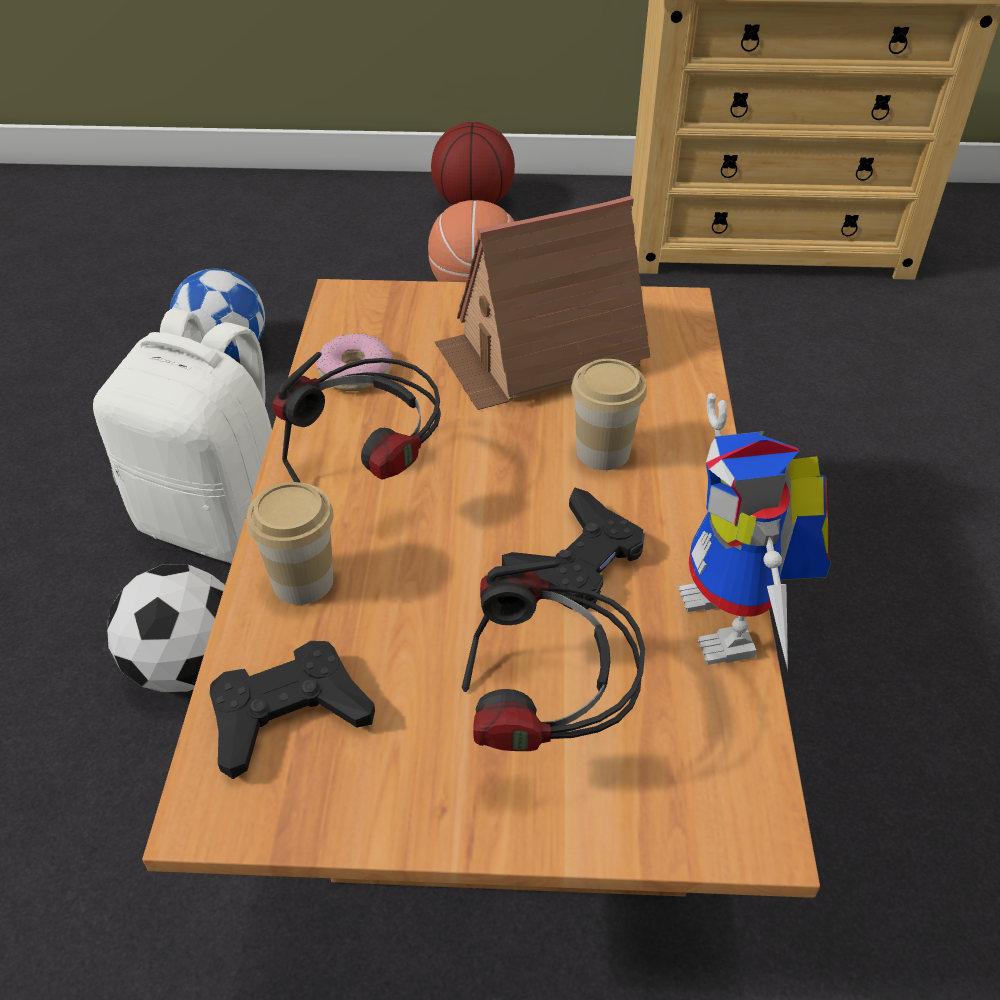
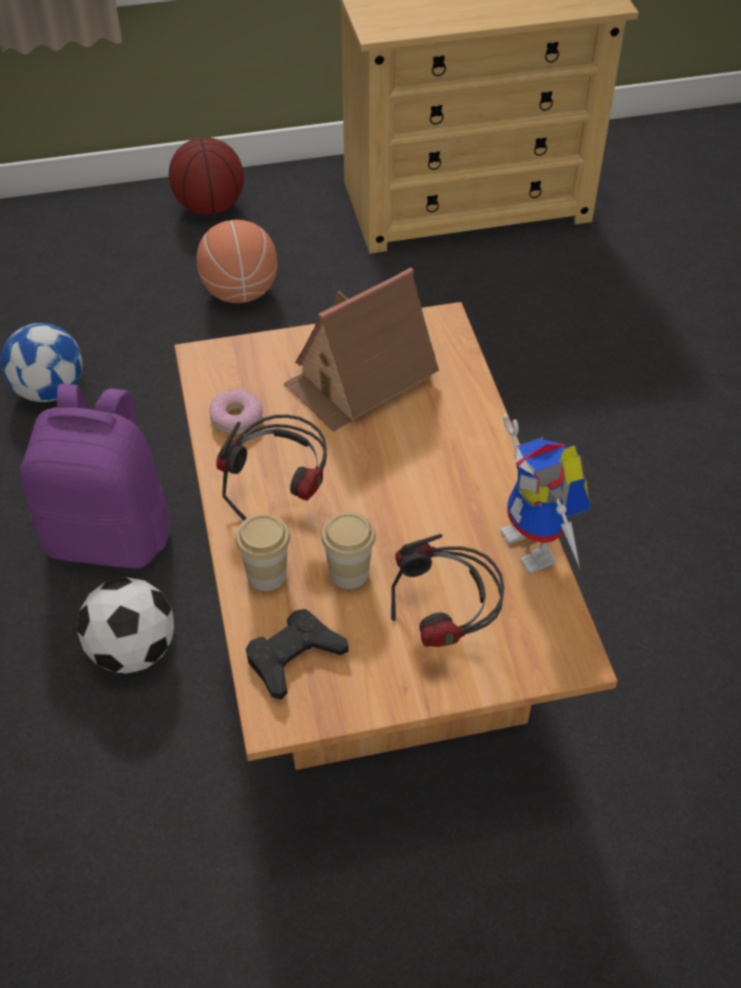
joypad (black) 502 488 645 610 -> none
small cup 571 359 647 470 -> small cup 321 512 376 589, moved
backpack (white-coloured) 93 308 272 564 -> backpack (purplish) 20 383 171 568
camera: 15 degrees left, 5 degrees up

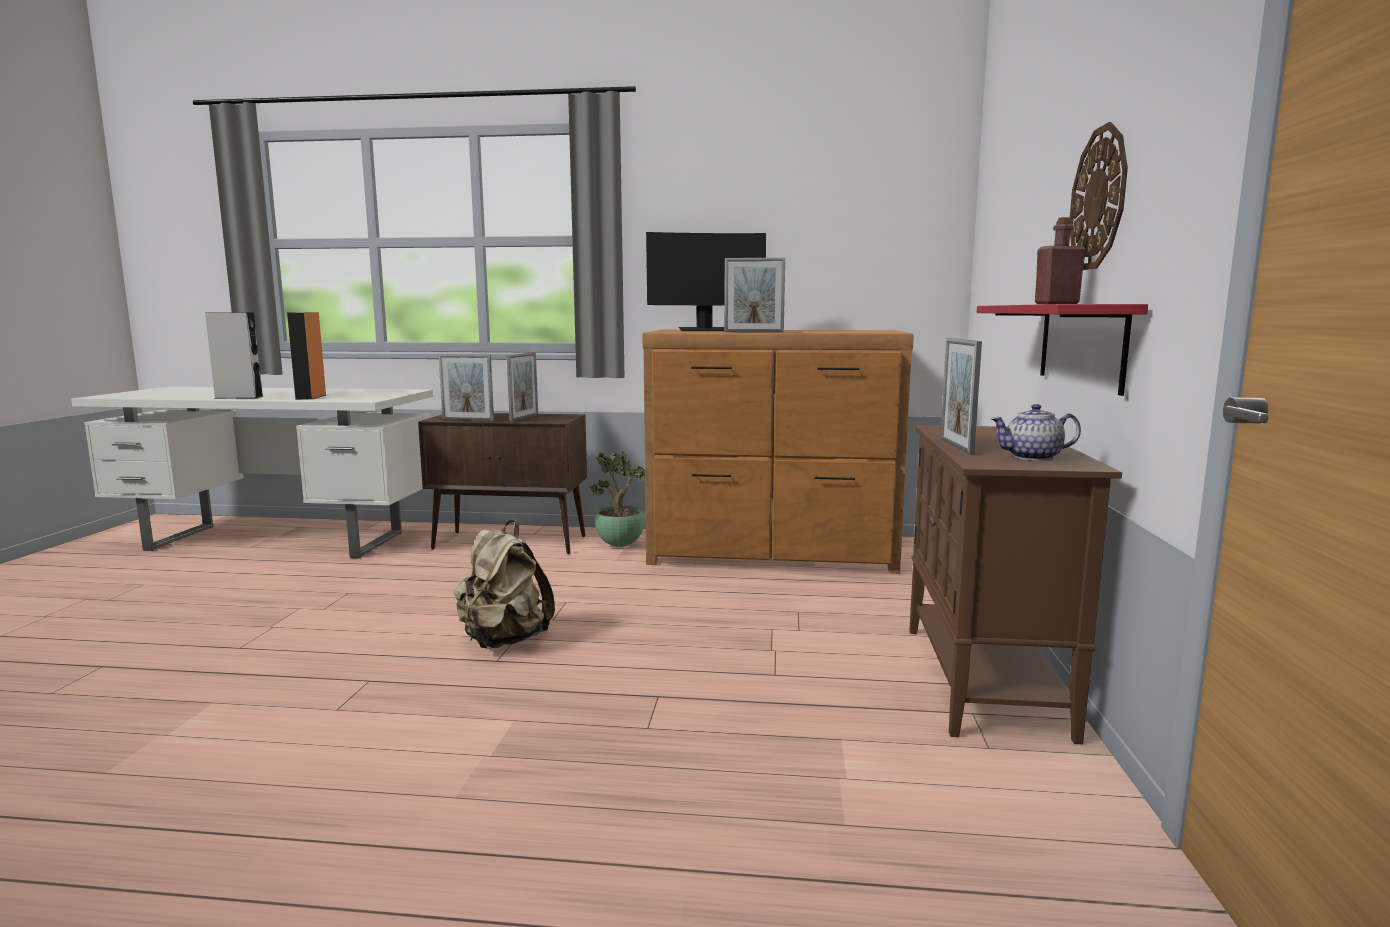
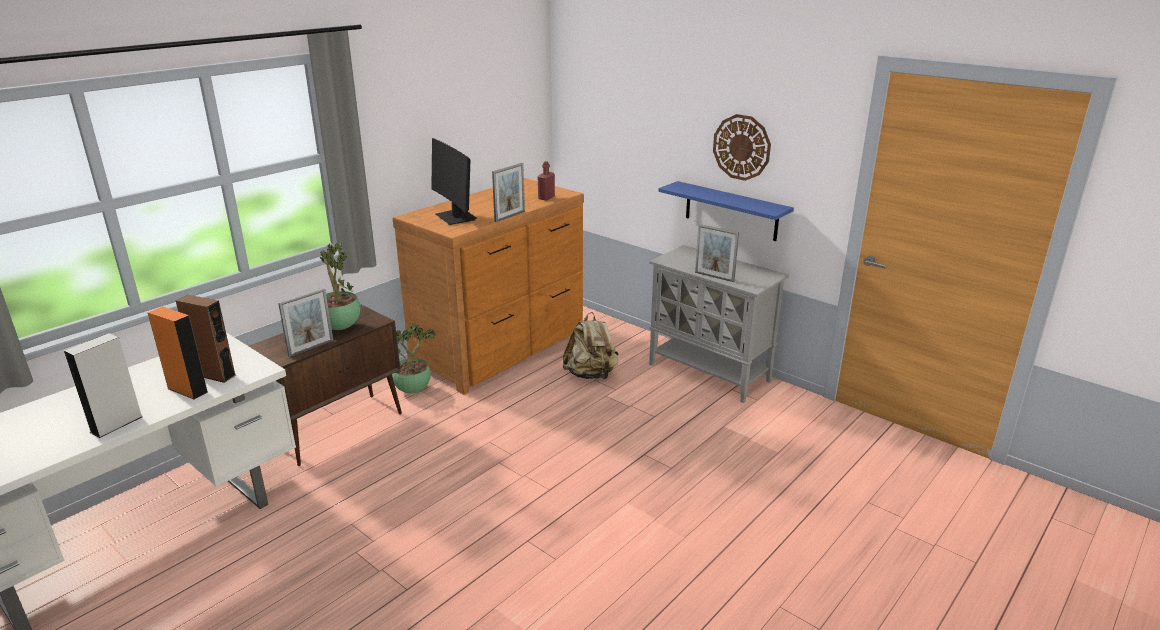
pot for tea 990 404 1081 461 -> none
none -> speaker (brown-coloured) 176 295 236 383
backpack (beige-coloured) 454 520 555 648 -> backpack (beige-coloured) 562 312 619 379, moved
beverage bottle (reddish) 1035 217 1086 304 -> beverage bottle (reddish) 537 161 555 200, moved
standing frame 506 352 538 422 -> plant in a pot 320 242 360 330
cupboard (brown-coloured) 909 425 1122 744 -> cupboard (gray) 649 245 789 403
bracket shelf (reddish) 977 304 1148 396 -> bracket shelf (blue) 658 181 794 241
computer display 646 232 766 331 -> computer display 431 138 477 225, 120 degrees clockwise
camera: 55 degrees left, 15 degrees up

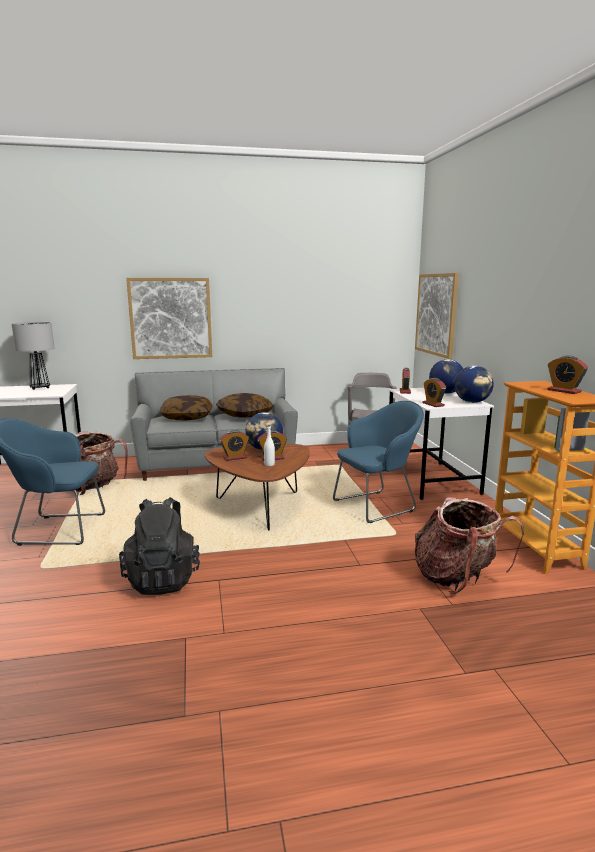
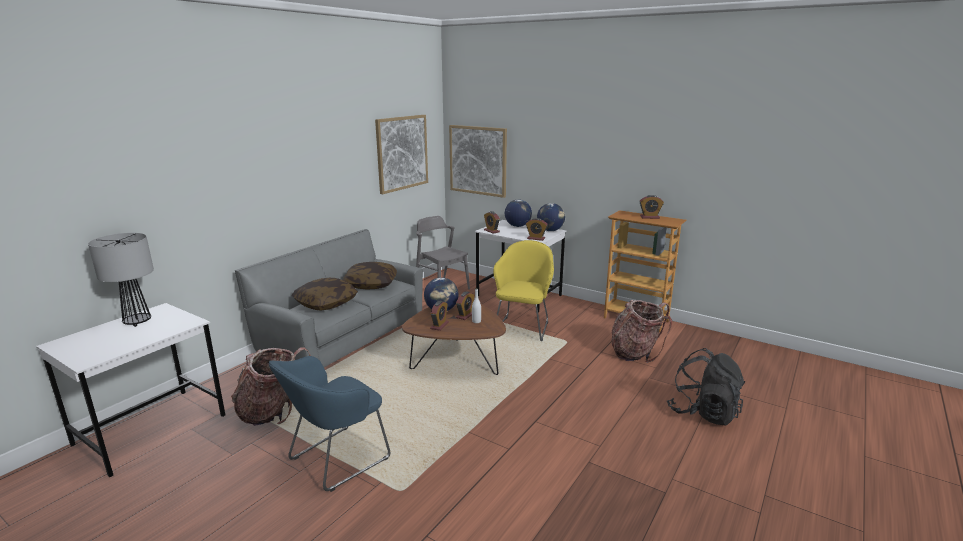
backpack (black) 119 497 200 595 -> backpack (black) 667 348 745 425, moved
picture 126 278 212 359 -> picture 375 115 428 194, moved
armchair (blue) 333 401 424 523 -> armchair (yellow-coloured) 493 240 554 341
camera: 45 degrees left, 5 degrees up

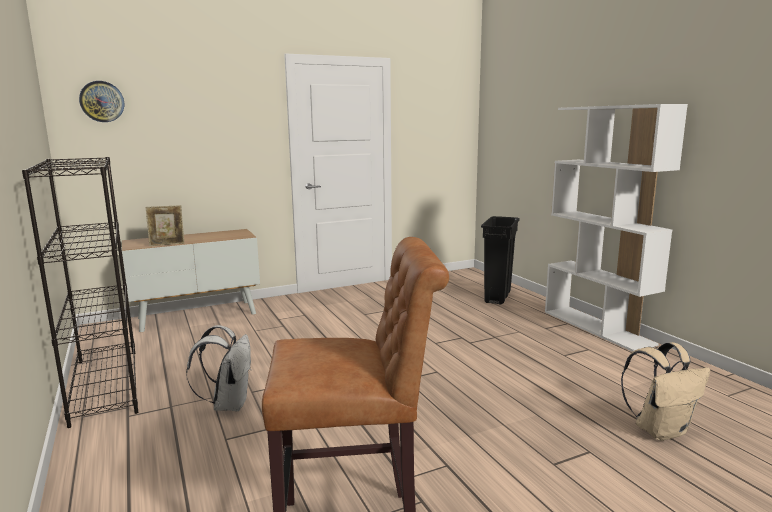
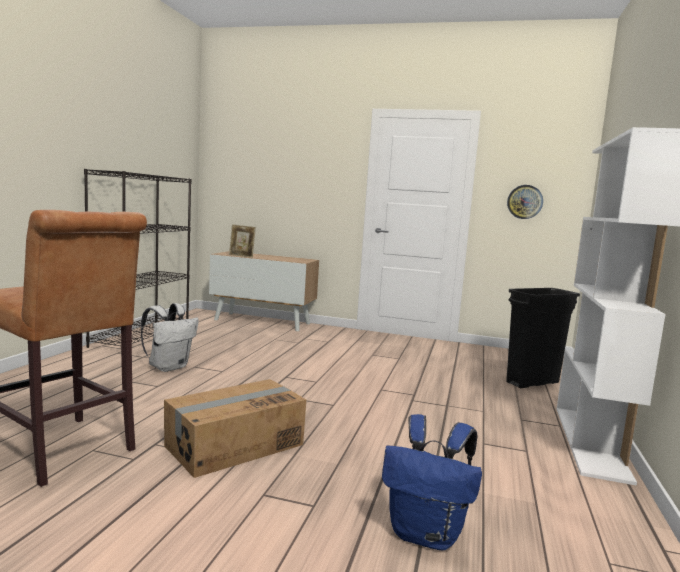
none -> carton 164 379 306 478
wall clock 79 81 124 122 -> wall clock 507 185 543 219, moved
backpack (beige-coloured) 621 342 710 441 -> backpack (blue) 382 414 482 550
camera: 40 degrees right, 5 degrees down

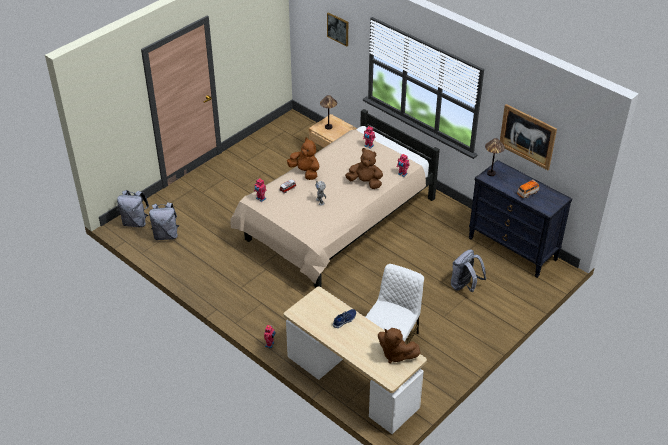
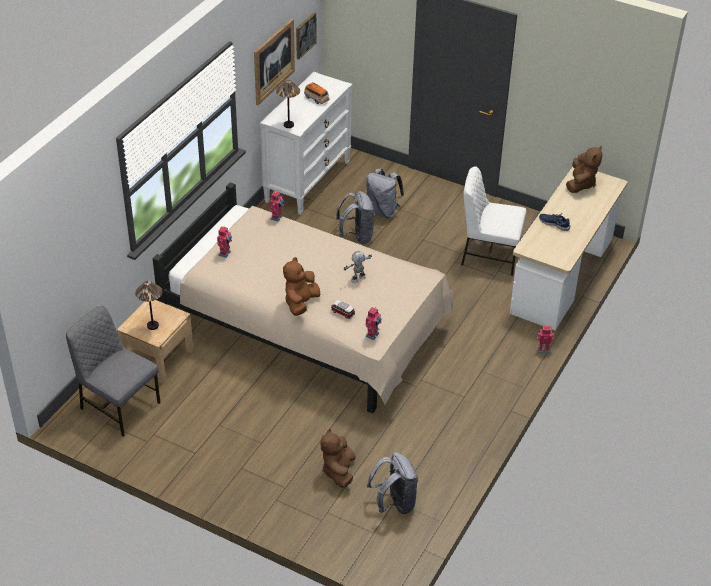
none -> plain chair (gray) 66 306 161 437
backpack (gray) 117 190 149 227 -> backpack (gray) 336 191 375 244, moved
picture 327 12 348 46 -> picture 296 12 316 60, moved
soft toy (brown-coloured) 345 148 383 189 -> soft toy (brown-coloured) 320 428 356 488, moved
chest of drawers (black) 469 160 572 278 -> chest of drawers (white-coloured) 260 72 353 215
camera: 105 degrees left, 0 degrees up

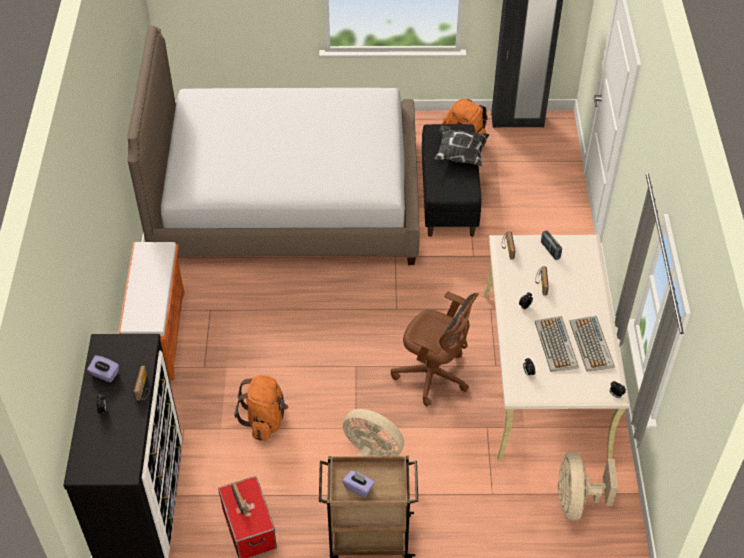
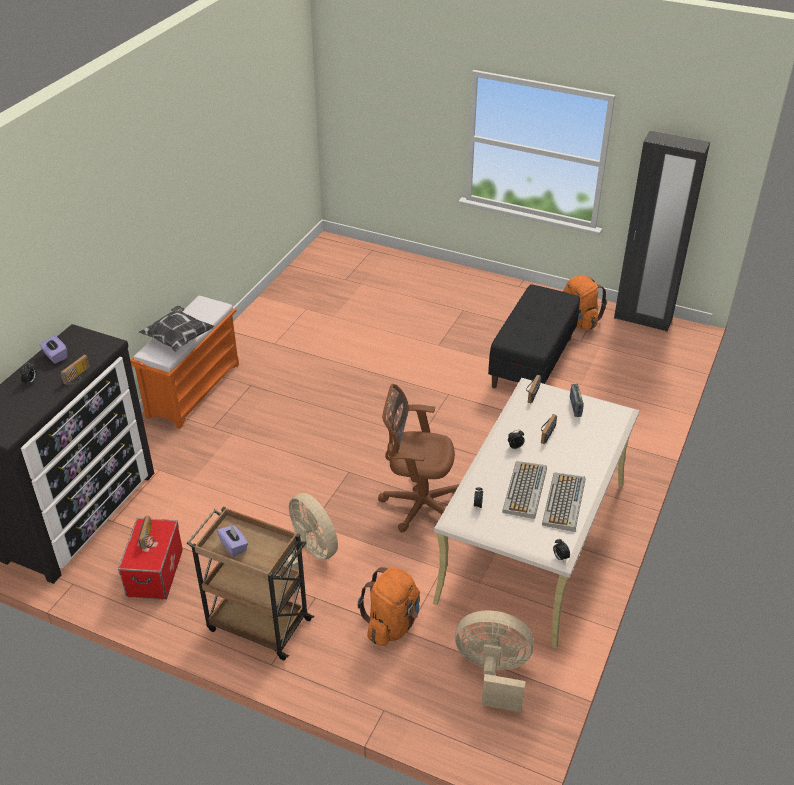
bed 128 25 420 265 -> none
backpack (orangey) 234 375 288 440 -> backpack (orangey) 358 567 420 646, moved
throw pillow 434 125 490 166 -> throw pillow 139 306 215 352, moved
office chair (brown-coloured) 391 291 479 407 -> office chair (brown-coloured) 378 384 459 532, 135 degrees clockwise
cooling fan (beige-coloured) 558 452 618 521 -> cooling fan (beige-coloured) 455 610 534 712, 75 degrees clockwise
camera: 25 degrees right, 10 degrees down

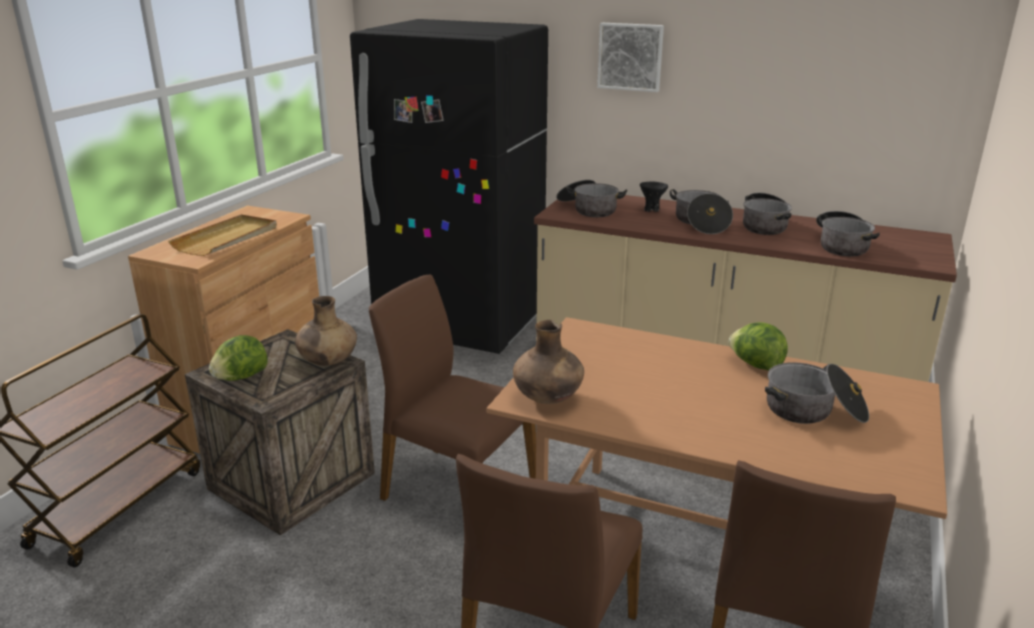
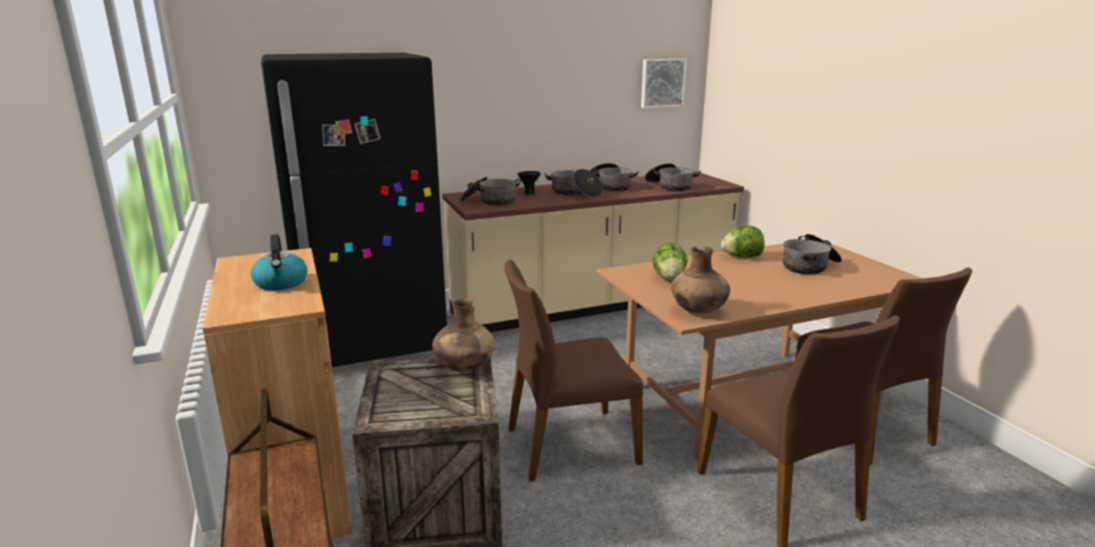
lettuce 209 335 268 381 -> lettuce 653 242 688 281, moved
picture 597 23 664 92 -> picture 641 59 687 108, moved
tray (beige-coloured) 168 214 277 256 -> tea kettle 251 234 307 291
camera: 45 degrees left, 5 degrees down

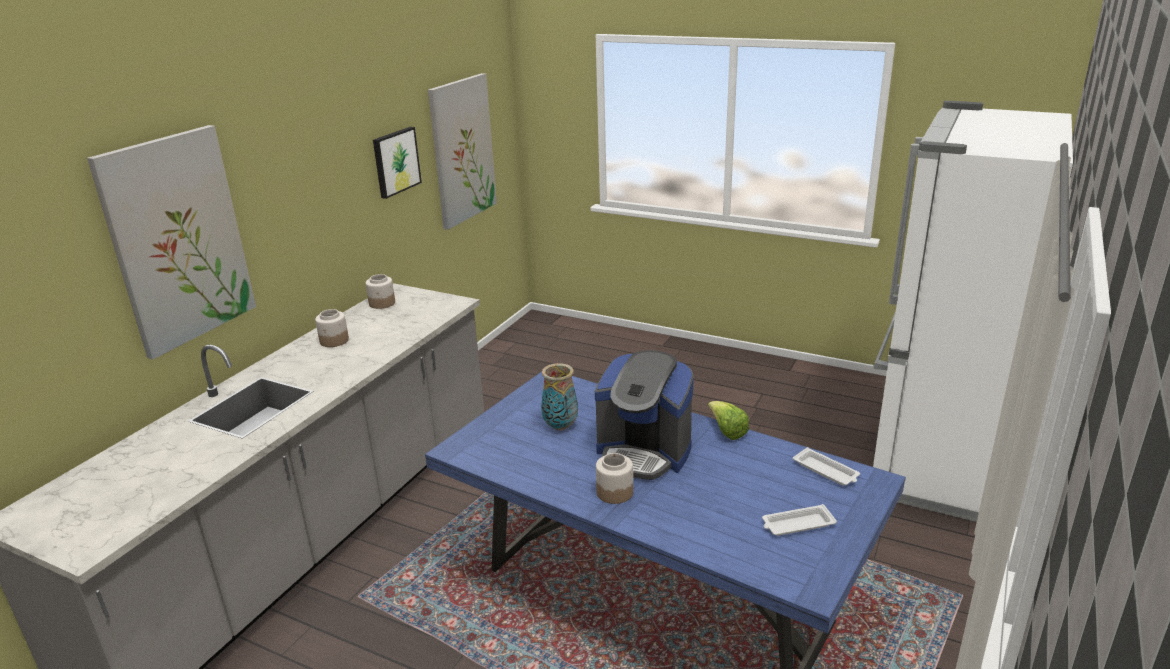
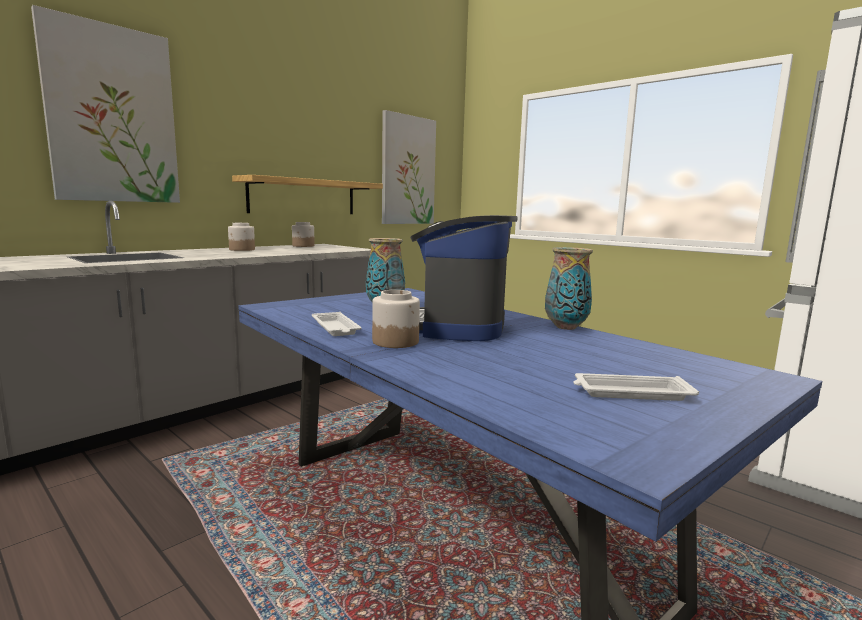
picture 373 127 422 199 -> none
none -> bracket shelf 232 175 383 214
tray (white-coloured) 793 447 860 485 -> tray (white-coloured) 312 312 362 336, moved
lettuce 708 401 749 440 -> vase 545 247 593 330
coffee machine 595 350 694 480 -> coffee machine 410 215 518 341, 60 degrees clockwise
camera: 15 degrees right, 15 degrees down

